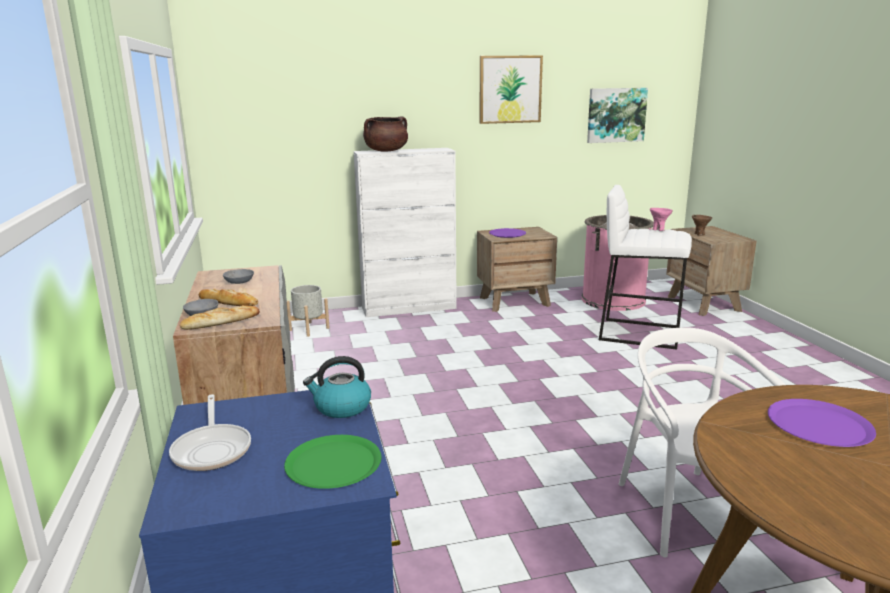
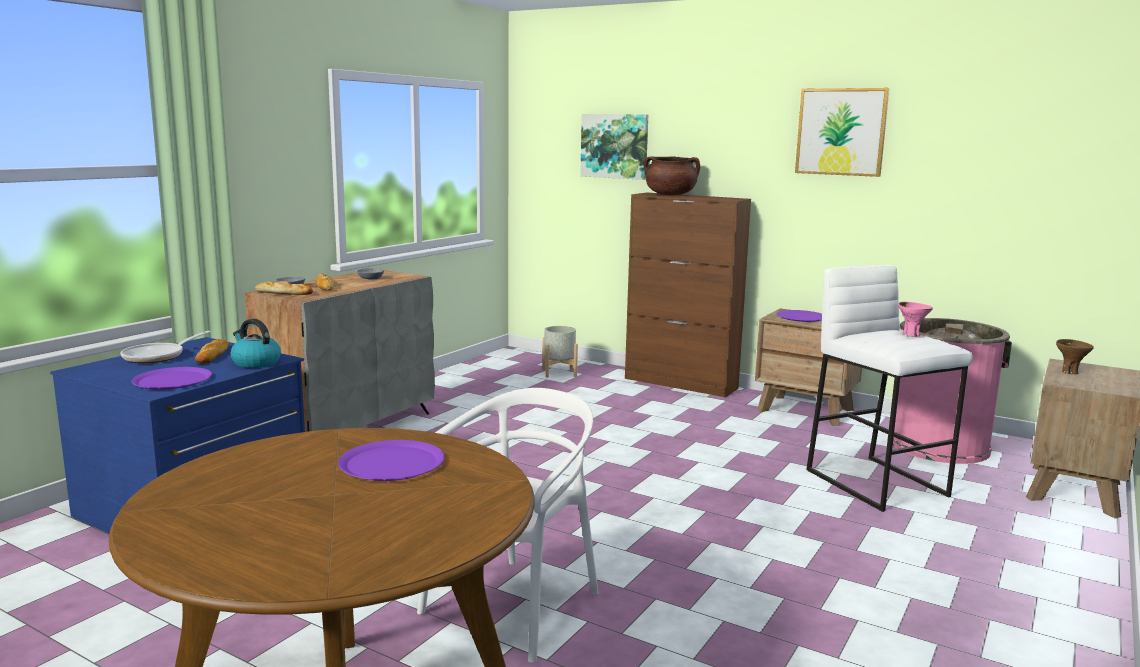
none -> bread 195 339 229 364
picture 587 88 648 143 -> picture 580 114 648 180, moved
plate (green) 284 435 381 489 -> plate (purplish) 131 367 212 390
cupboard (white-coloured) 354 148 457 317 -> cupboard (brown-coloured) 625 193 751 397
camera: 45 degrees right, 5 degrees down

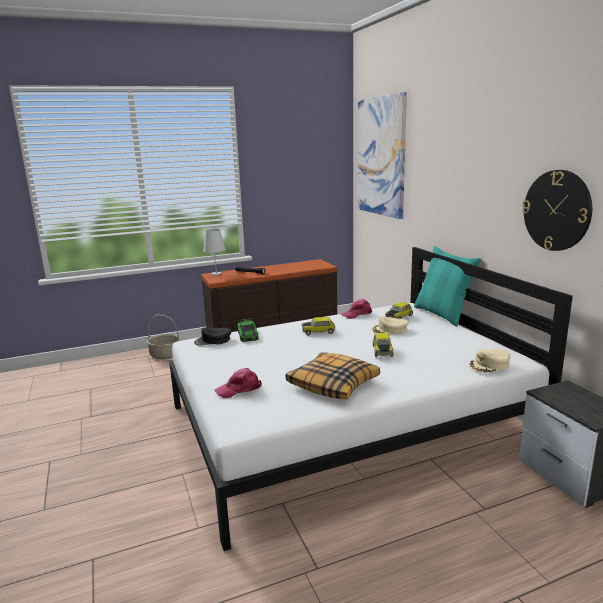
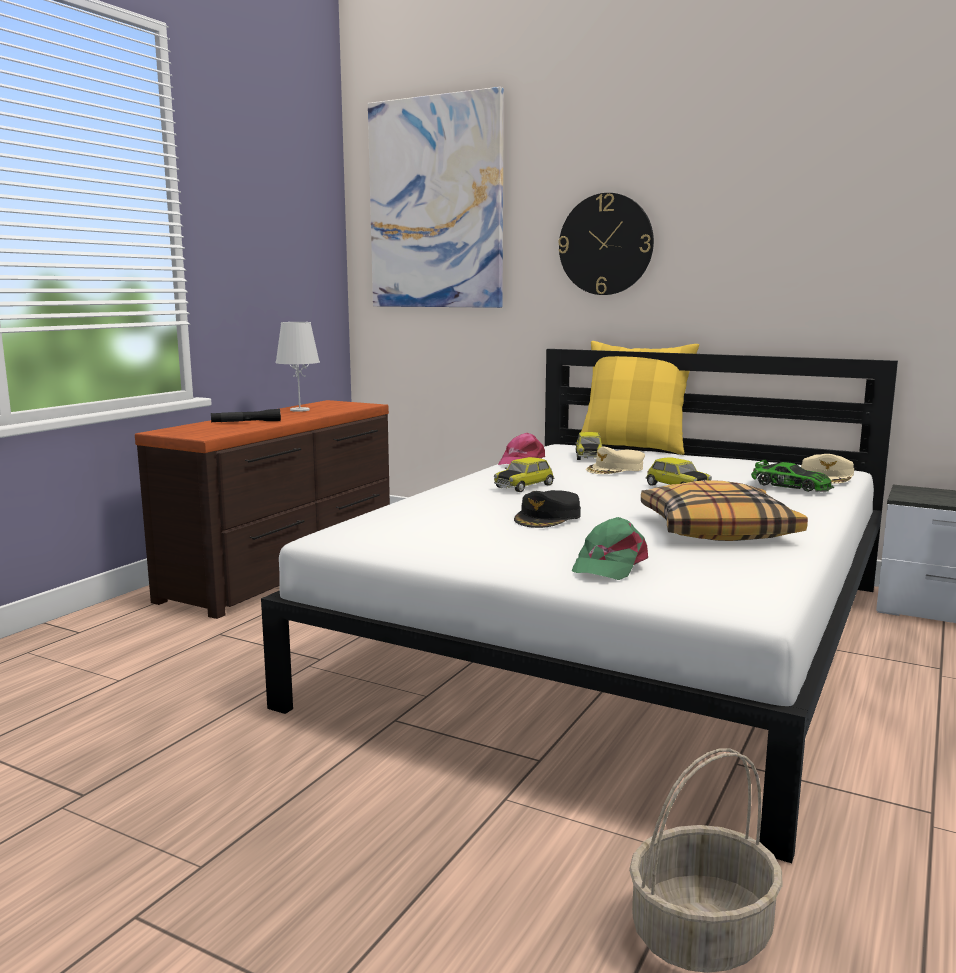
household basket 147 314 181 359 -> household basket 629 748 783 973, moved
cap (black) 194 328 232 346 -> cap (black) 514 490 581 528, moved
lamp for a table (white-coloured) 203 229 226 275 -> lamp for a table (white-coloured) 275 322 320 412, moved
toy car 237 319 259 342 -> toy car 751 459 834 492, moved
wall clock 522 170 592 251 -> wall clock 558 193 654 295, moved
cap (pinkish) 215 368 262 398 -> cap (green) 572 517 648 580
throw pillow (turquoise) 414 246 481 326 -> throw pillow (yellow-coloured) 581 341 699 455
camera: 40 degrees left, 5 degrees down

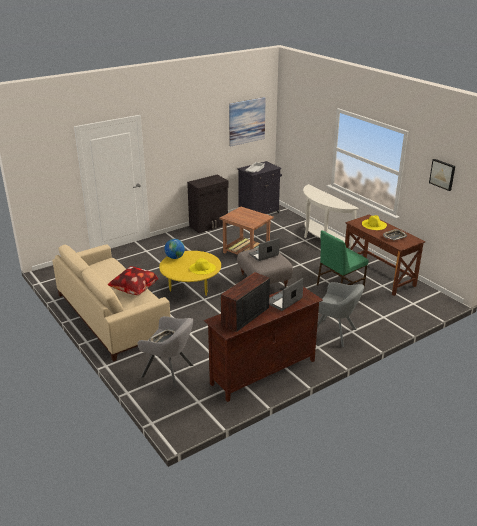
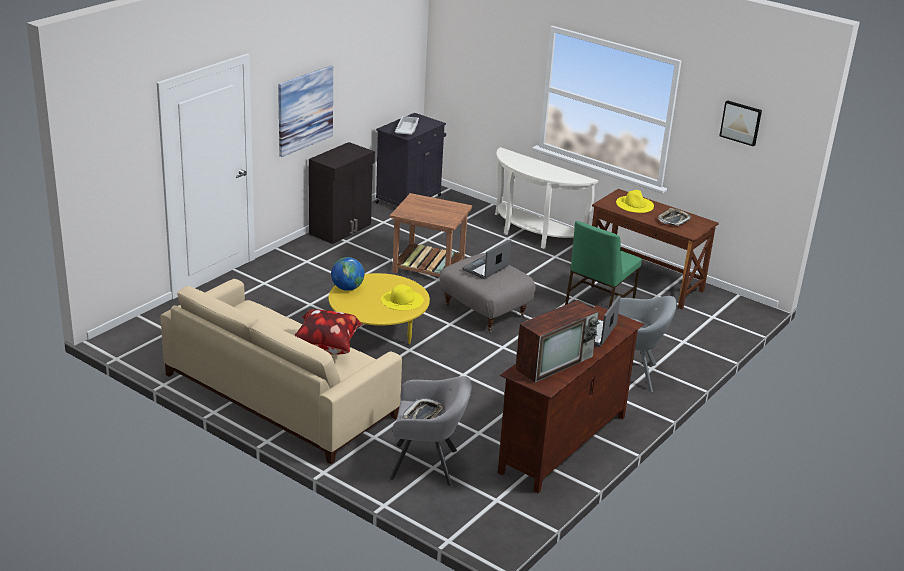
picture 229 97 266 147 -> picture 278 66 333 157, moved
television 219 272 270 332 -> television 515 300 600 383, 150 degrees counterclockwise
camera: 20 degrees left, 0 degrees up

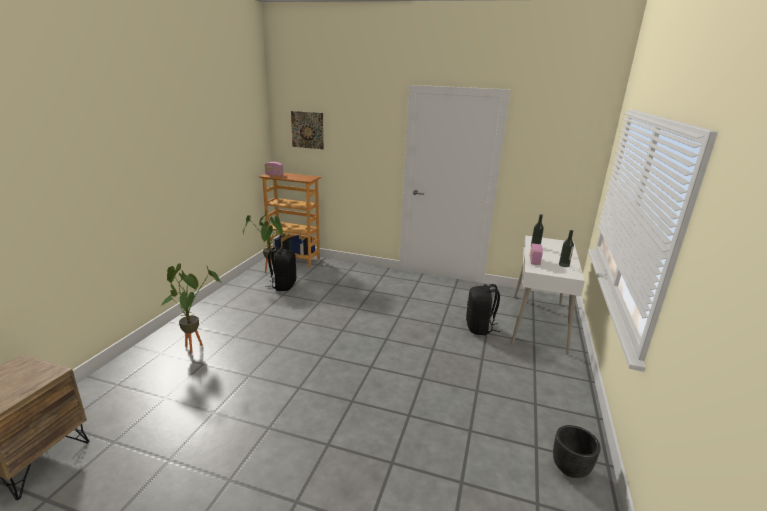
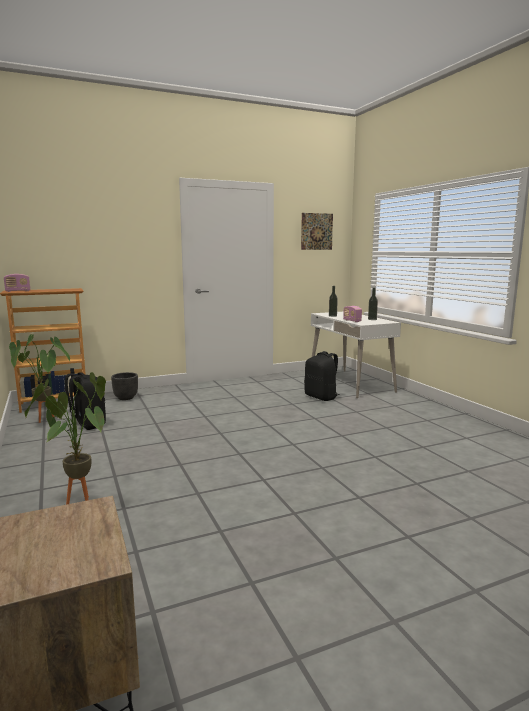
picture 291 111 324 149 -> picture 301 213 333 250, moved
flower pot (black) 553 425 601 478 -> flower pot (black) 111 372 138 400, moved
camera: 40 degrees left, 10 degrees down

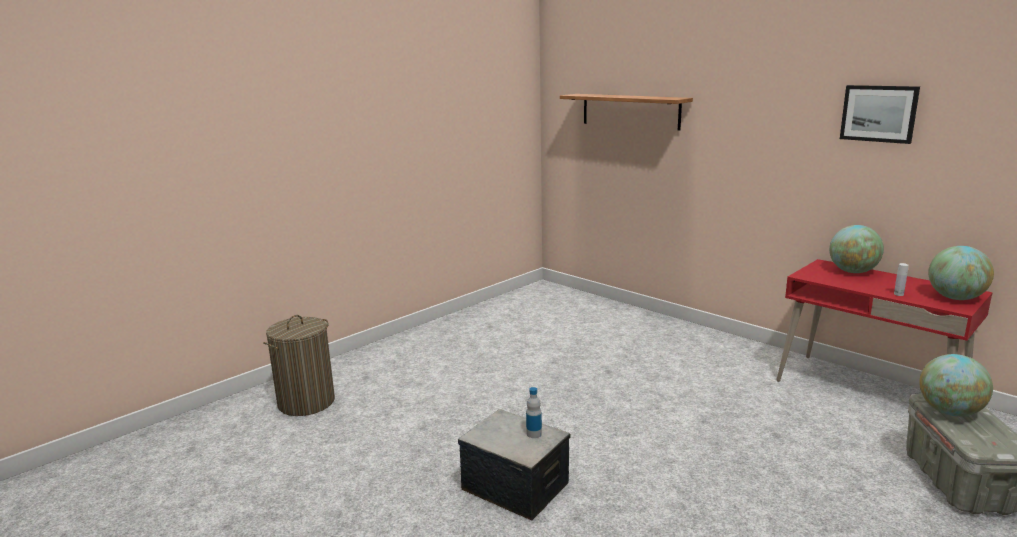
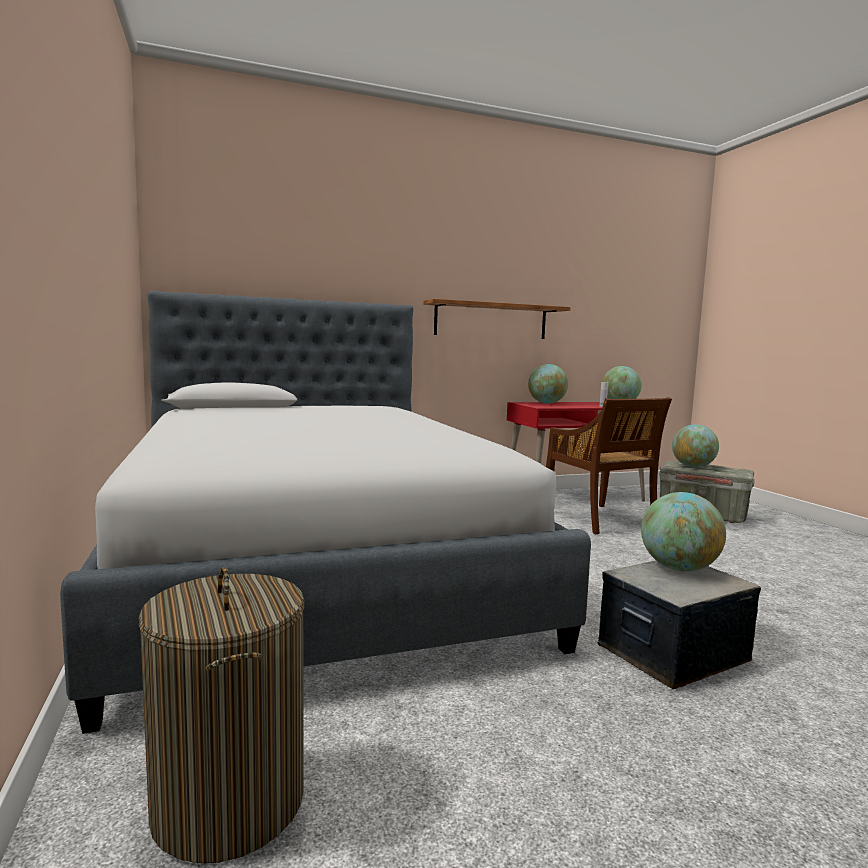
picture 840 85 920 144 -> none
none -> bed 60 291 591 734
none -> plain chair (brown-coloured) 546 397 672 534
bracket shelf 560 94 693 131 -> bracket shelf 423 299 570 339, moved
beverage bottle 526 387 542 438 -> world globe 641 492 726 572
camera: 65 degrees left, 10 degrees down

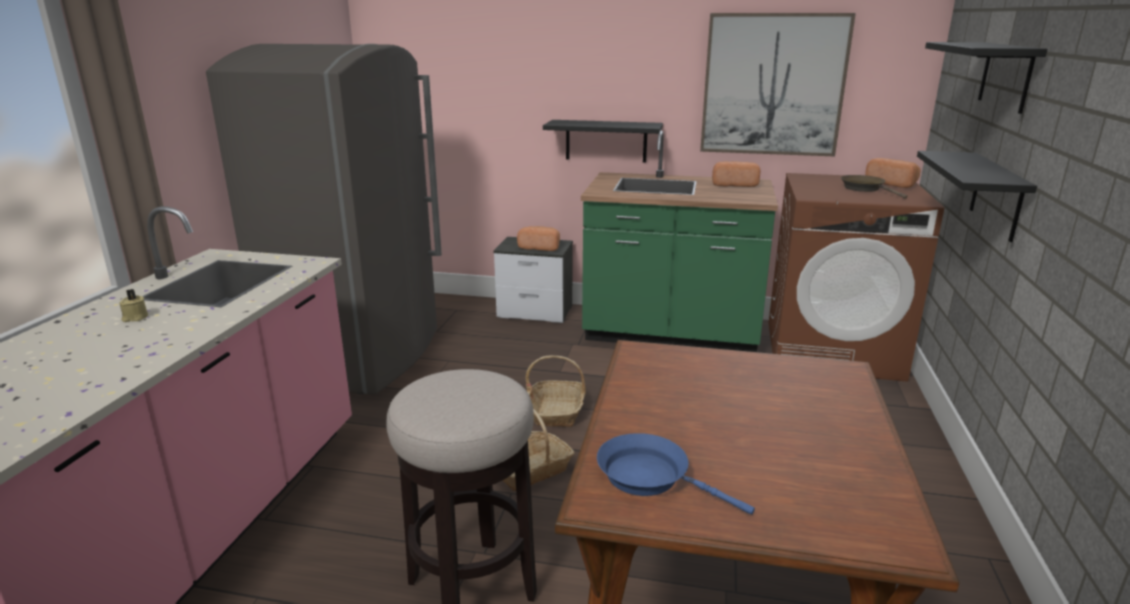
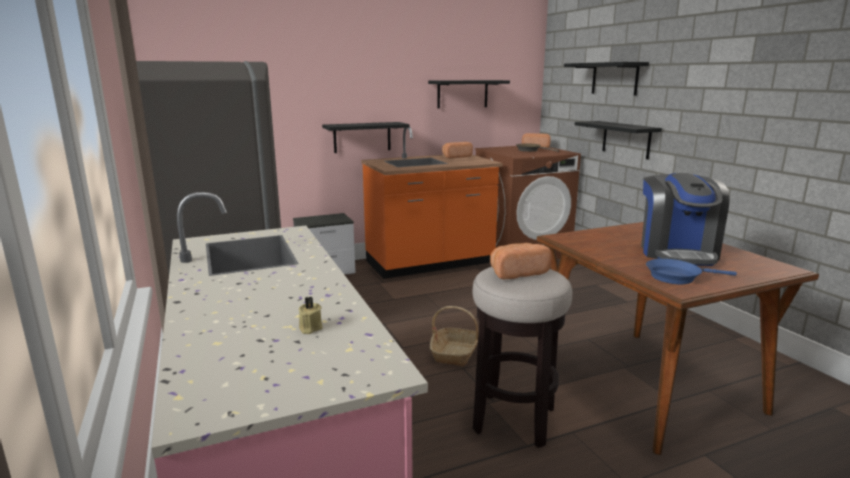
household basket 526 356 586 427 -> none
none -> coffee machine 641 173 730 266
candle (beige-coloured) 119 289 148 322 -> candle (beige-coloured) 299 297 323 334, moved
bread 517 226 560 251 -> bread 490 243 552 279, moved
picture 700 13 856 156 -> bracket shelf (black) 428 80 510 109
kitchen counter (green) 581 130 778 352 -> kitchen counter (orangey) 361 127 503 279
camera: 35 degrees left, 5 degrees down

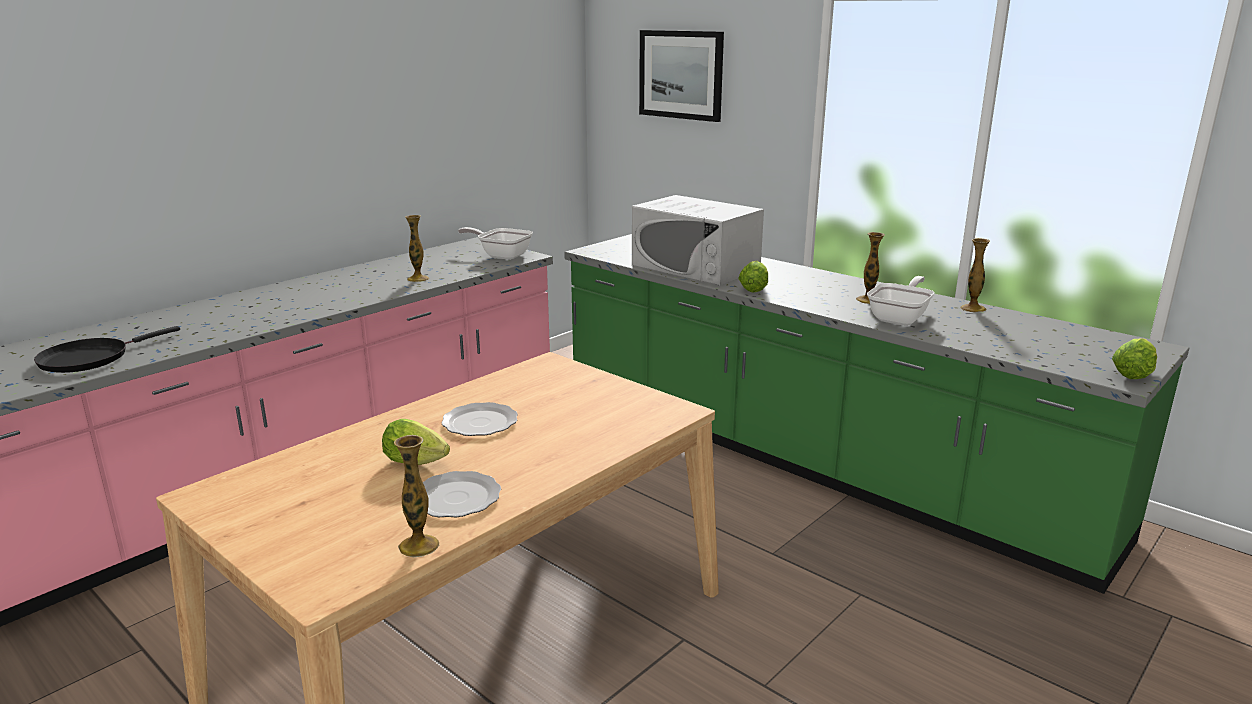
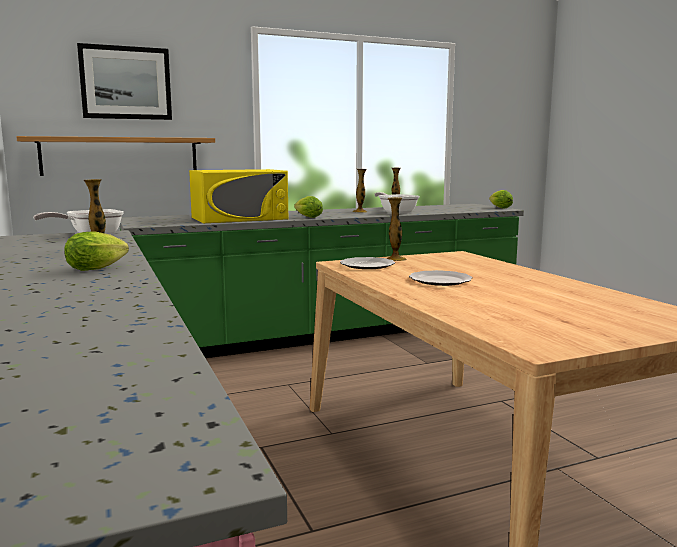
skillet (black) 34 326 180 373 -> none
none -> bracket shelf 16 136 215 176
lettuce 382 419 450 465 -> lettuce 64 231 129 271, moved
vase 394 435 439 557 -> vase 386 197 407 261, moved
plate 423 471 501 517 -> plate 340 257 395 269, moved
microwave oven (white-coloured) 632 195 764 286 -> microwave oven (yellow-coloured) 189 169 288 223
camera: 65 degrees left, 10 degrees down

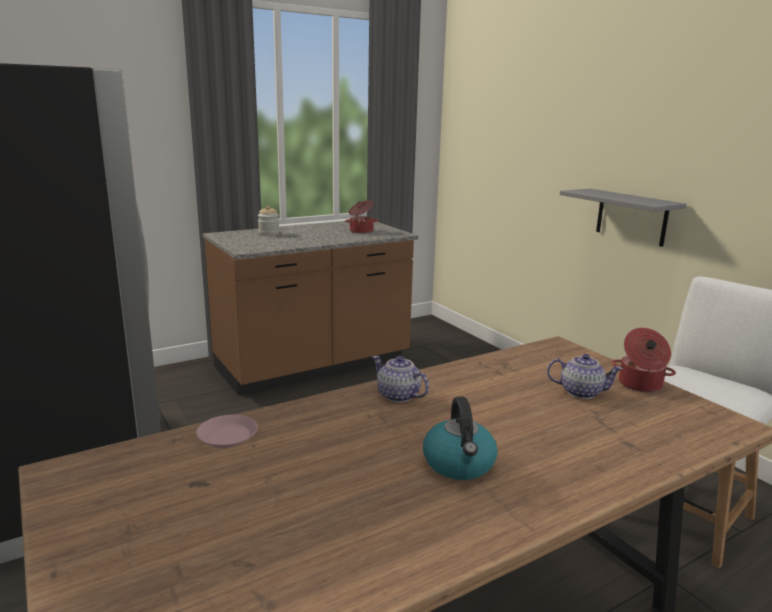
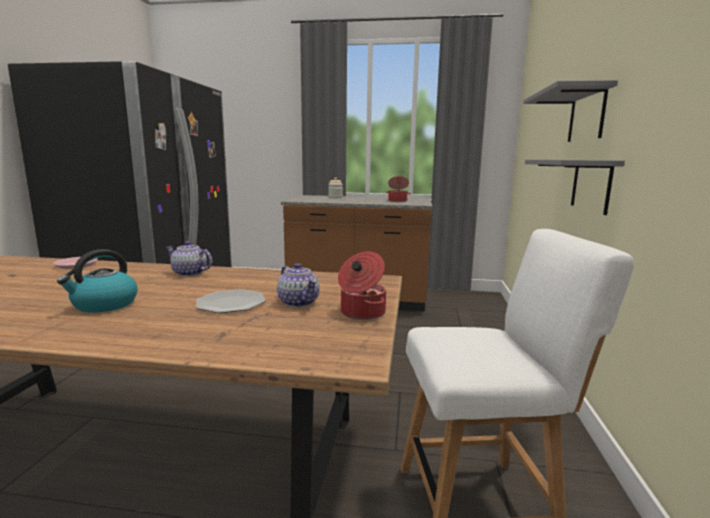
none -> plate 196 289 266 313
none -> bracket shelf (gray) 523 80 618 142
pot for tea 373 356 429 402 -> pot for tea 166 241 212 277, 60 degrees counterclockwise
camera: 40 degrees right, 5 degrees down

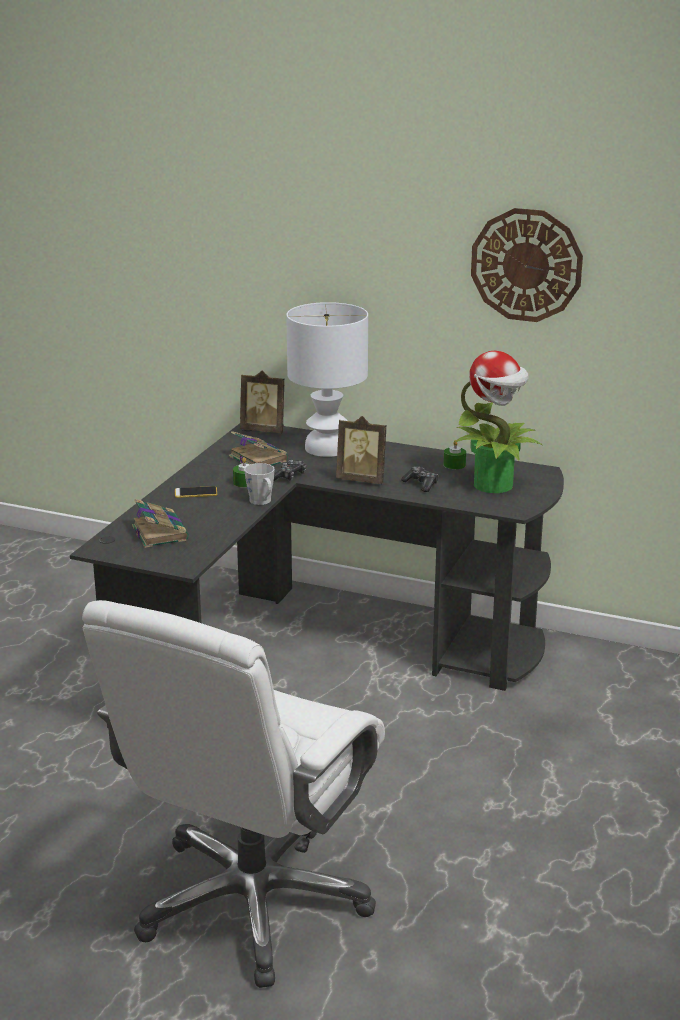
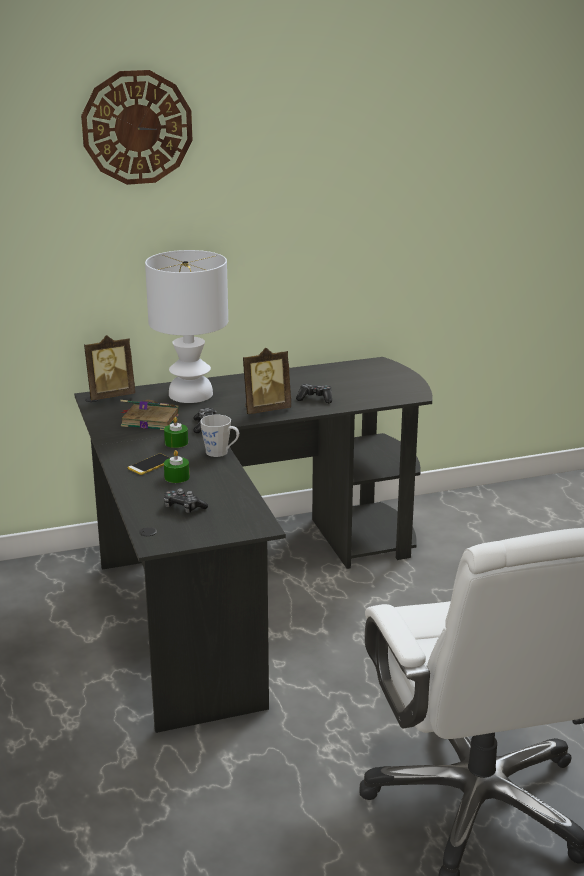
plant in a pot 454 351 542 493 -> none
candle (green) 444 440 466 469 -> candle (green) 164 450 190 483, moved
wall clock 471 208 583 322 -> wall clock 81 70 192 185, moved
volume 132 499 189 548 -> joypad 164 488 208 513
camera: 40 degrees left, 0 degrees up

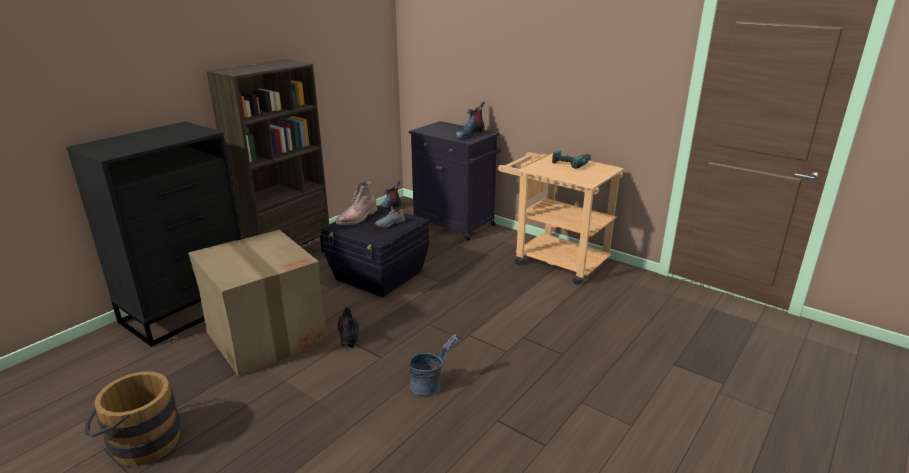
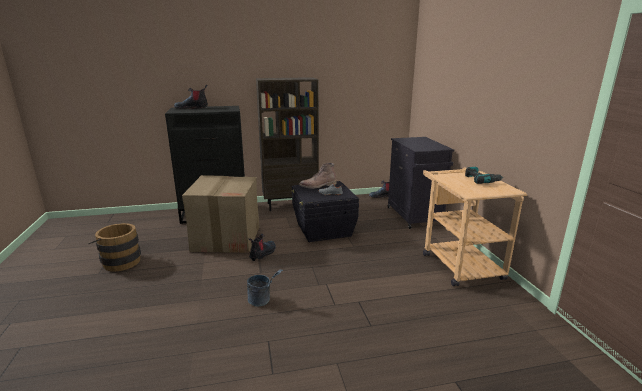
boot 455 102 485 138 -> boot 174 85 208 109, moved
camera: 40 degrees right, 5 degrees down

